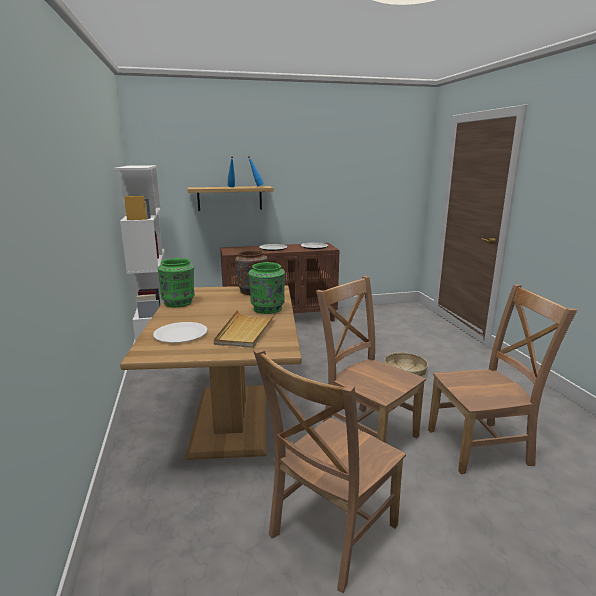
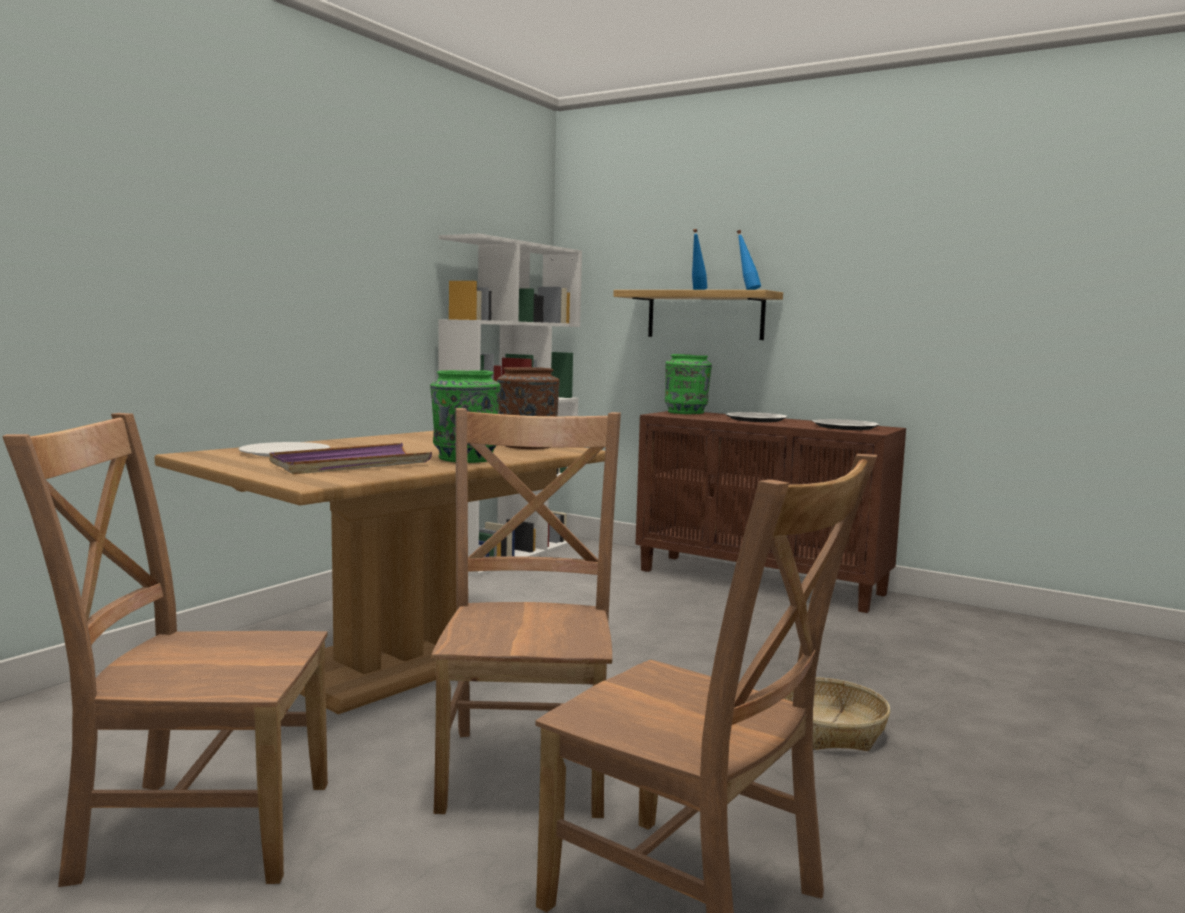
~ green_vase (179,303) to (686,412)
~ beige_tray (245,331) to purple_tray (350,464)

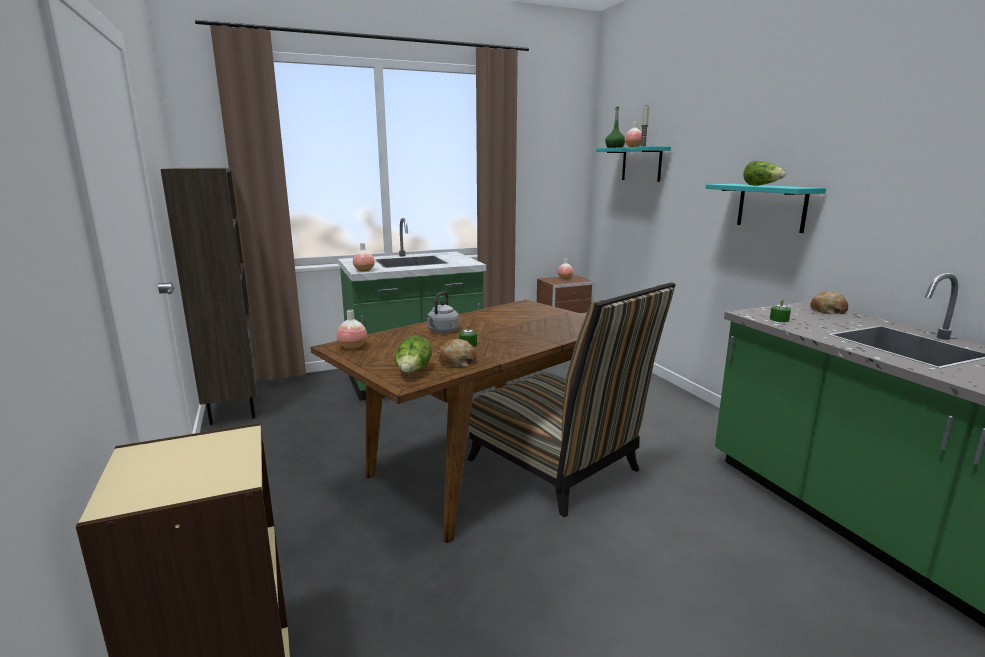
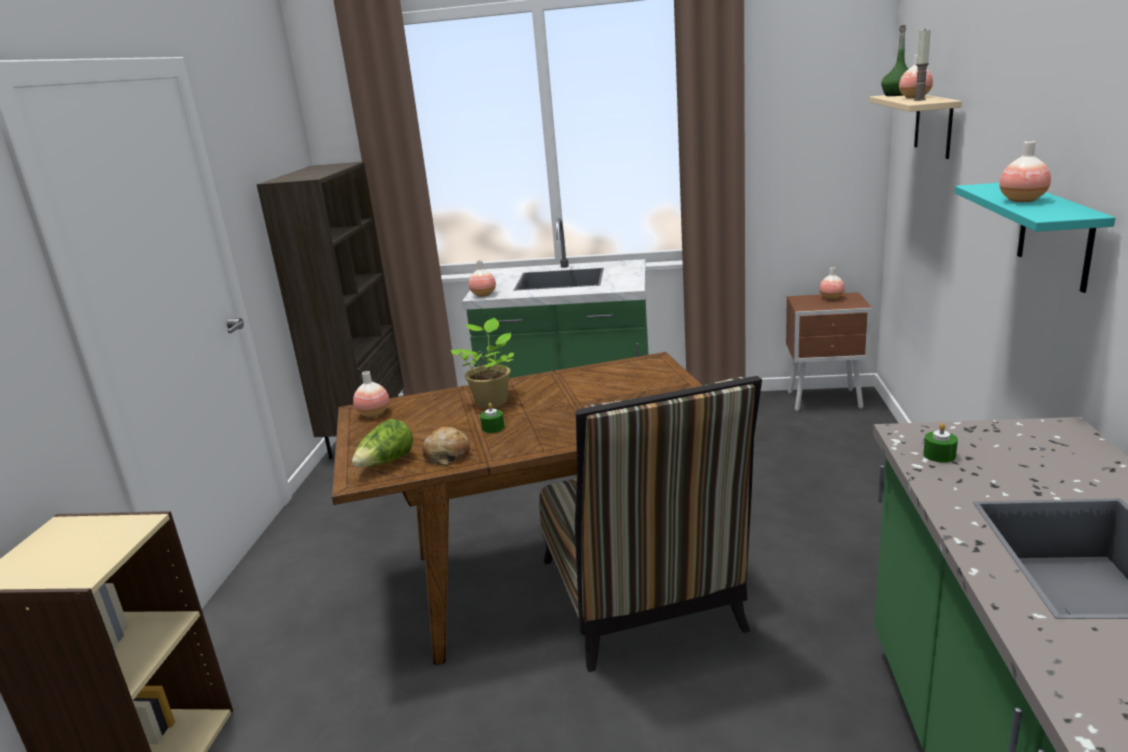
- bread (827,310)
~ grey_kettle (442,331) to potted_plant (492,401)
~ lettuce (762,185) to vase (1022,200)
~ turquoise_shelf (641,164) to beige_shelf (933,124)

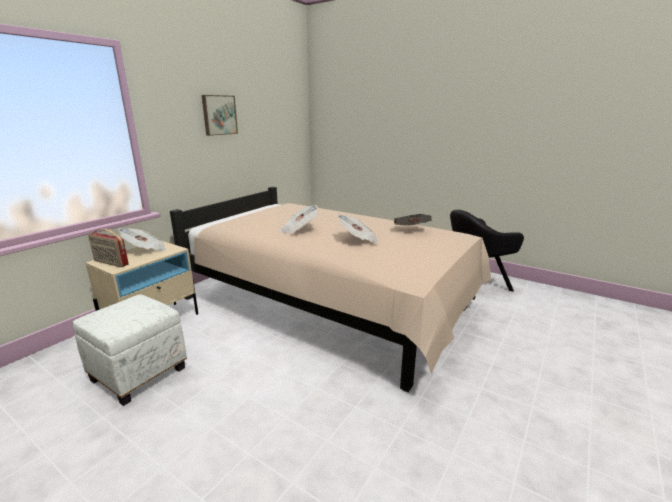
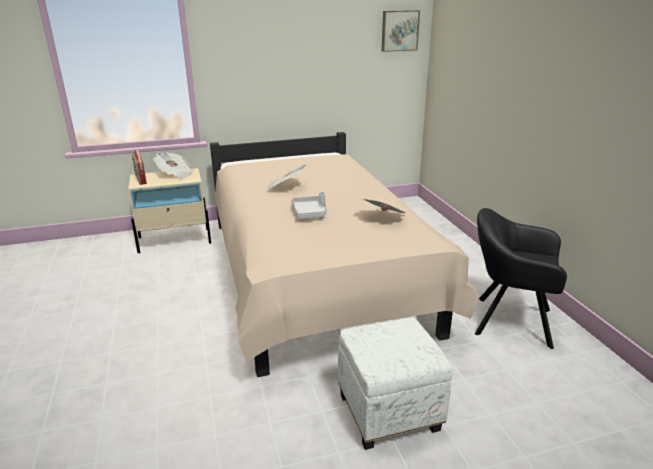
~ white_ottoman (139,373) to (389,411)
~ picture (219,115) to (399,30)
~ newspaper (359,240) to grey_tray (310,213)

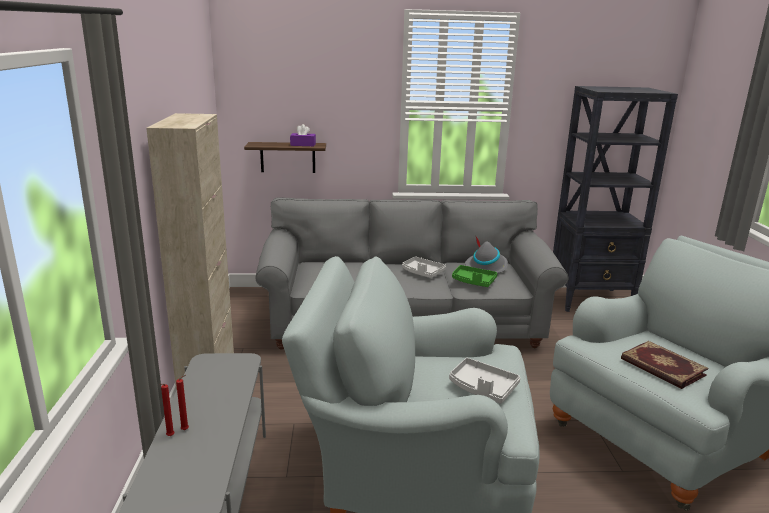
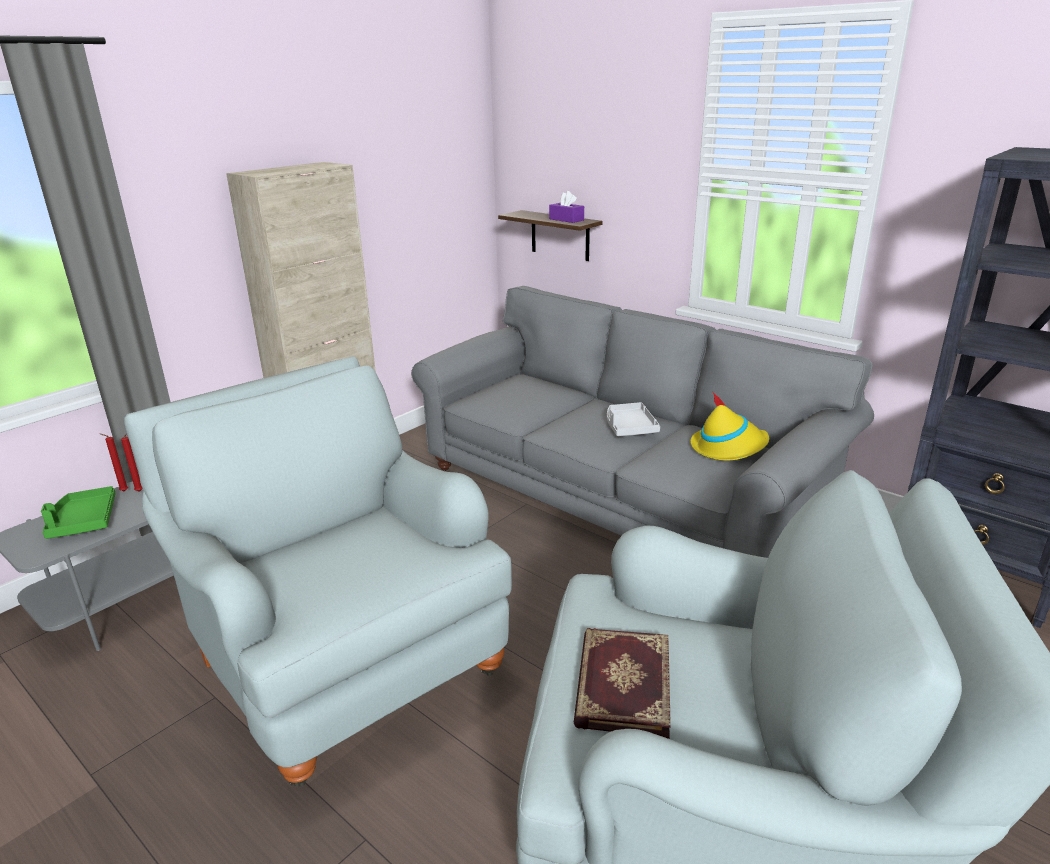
- grey_tray (482,388)
~ green_tray (473,282) to (83,521)
~ grey_hat (486,266) to yellow_hat (728,447)

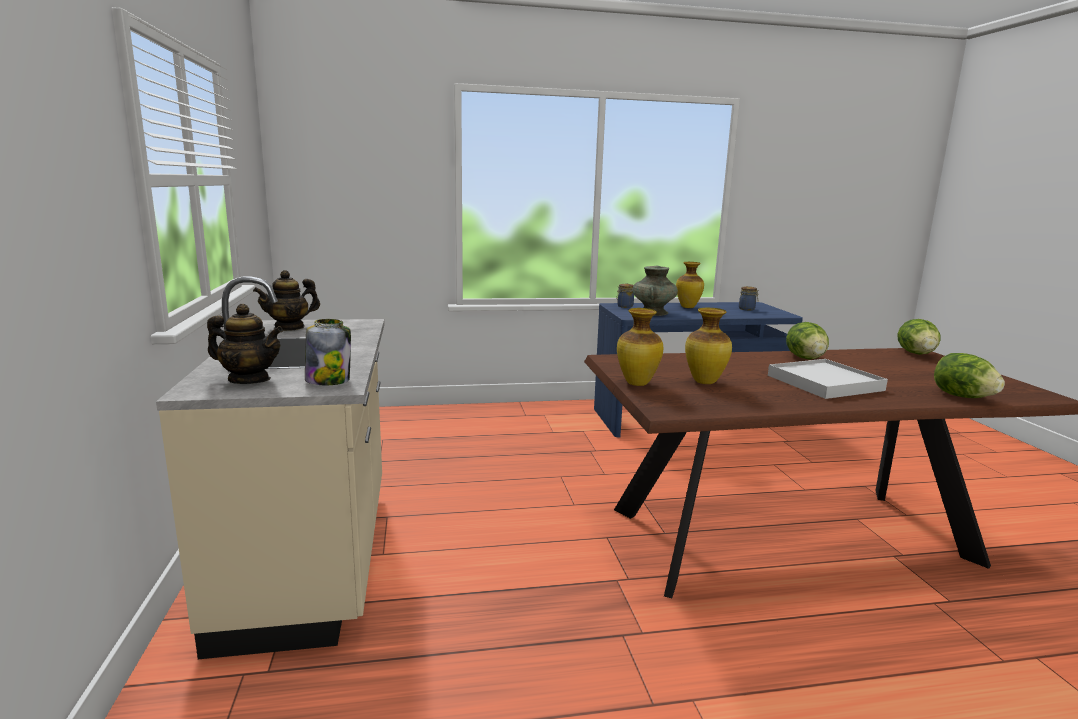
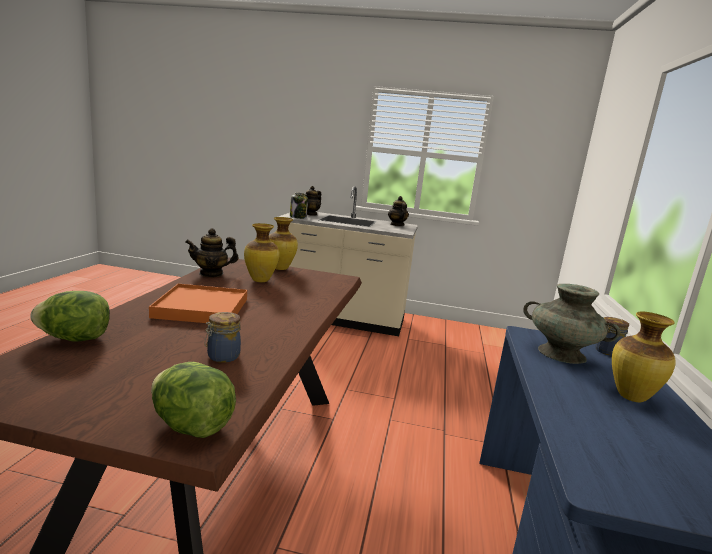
- lettuce (805,358)
+ teapot (211,274)
~ jar (747,309) to (222,357)
~ white_tray (824,383) to orange_tray (202,308)

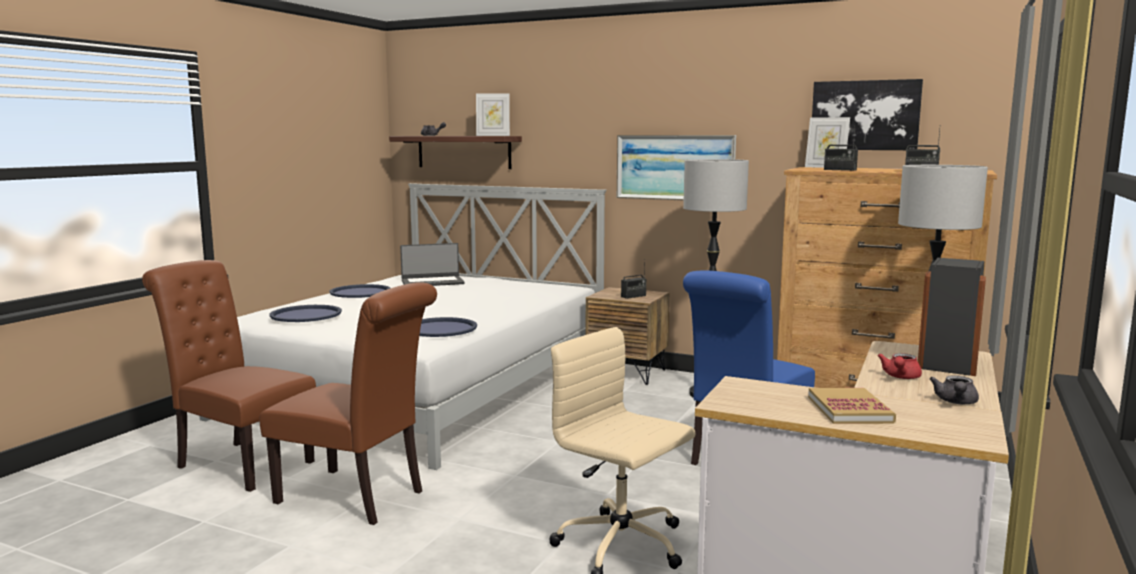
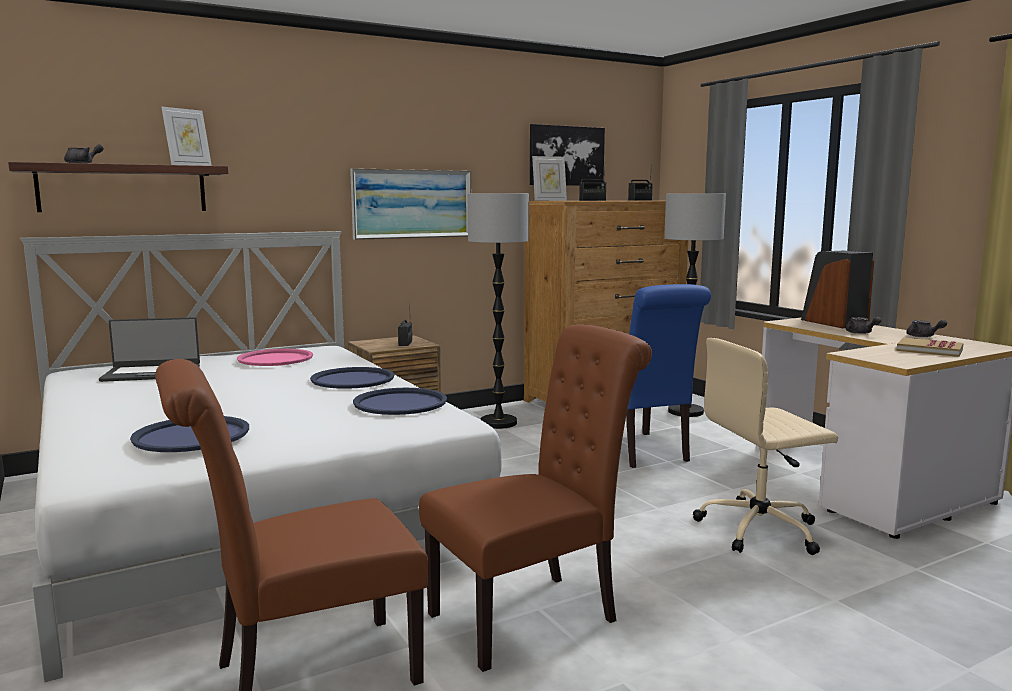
+ pink_tray (275,359)
~ blue_tray (360,292) to (352,379)
~ red_teapot (900,377) to grey_teapot (861,333)
~ laptop (432,282) = (152,373) 60 degrees clockwise

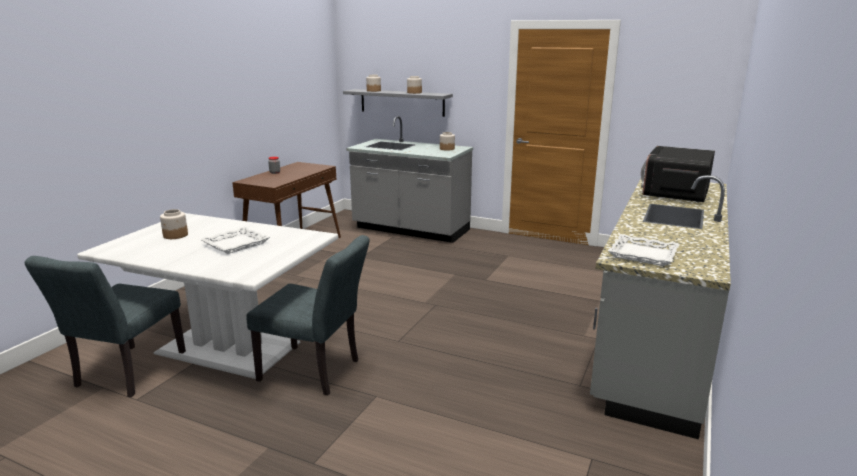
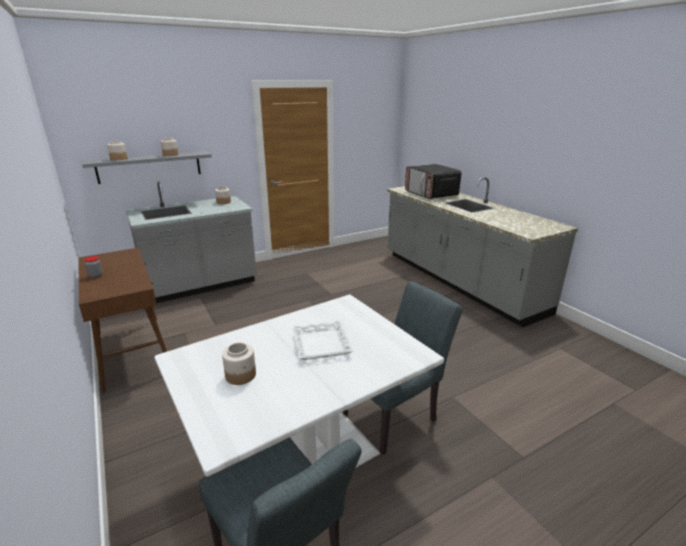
- white_tray (643,254)

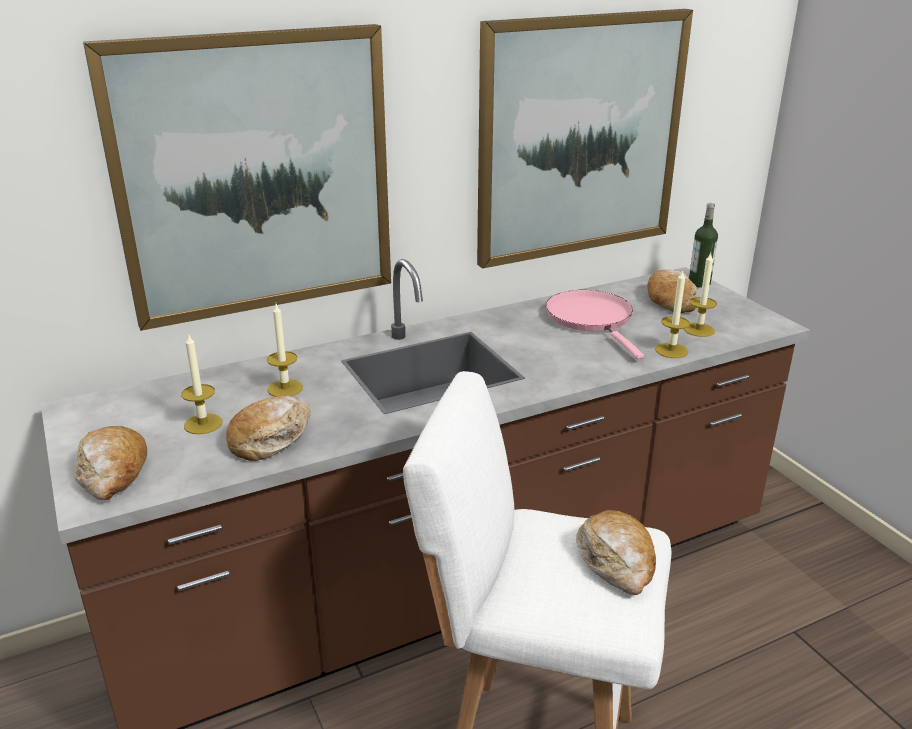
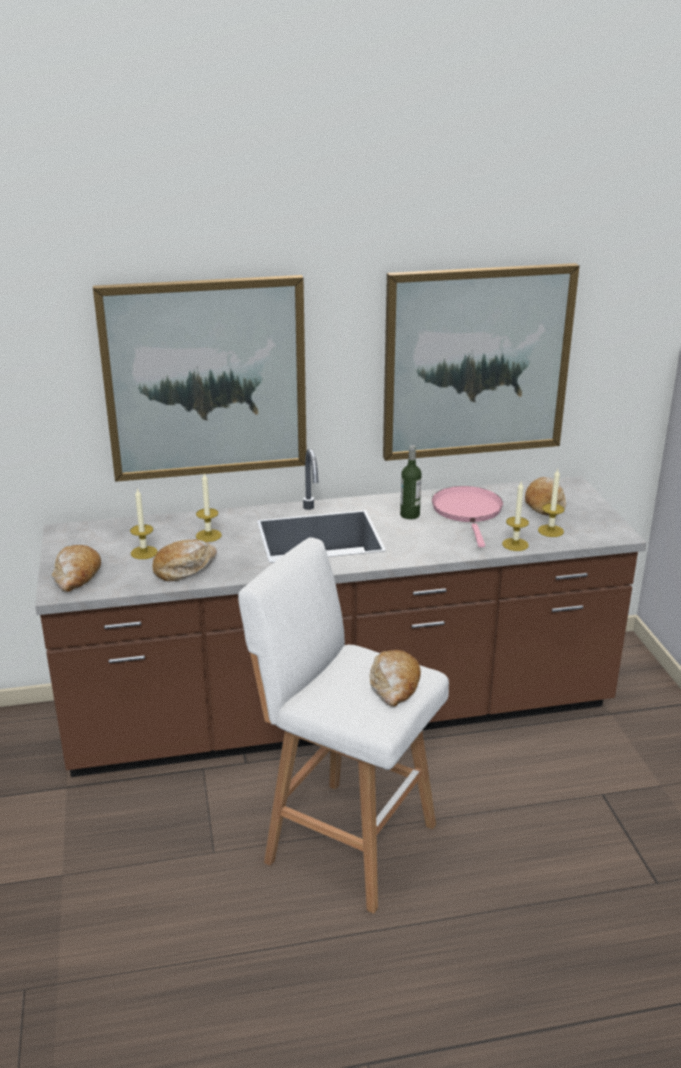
~ bottle (699,283) to (410,515)

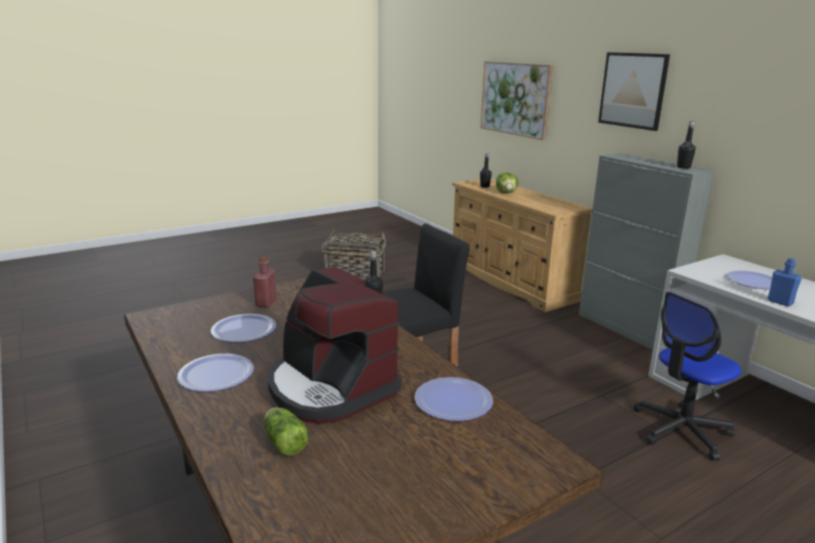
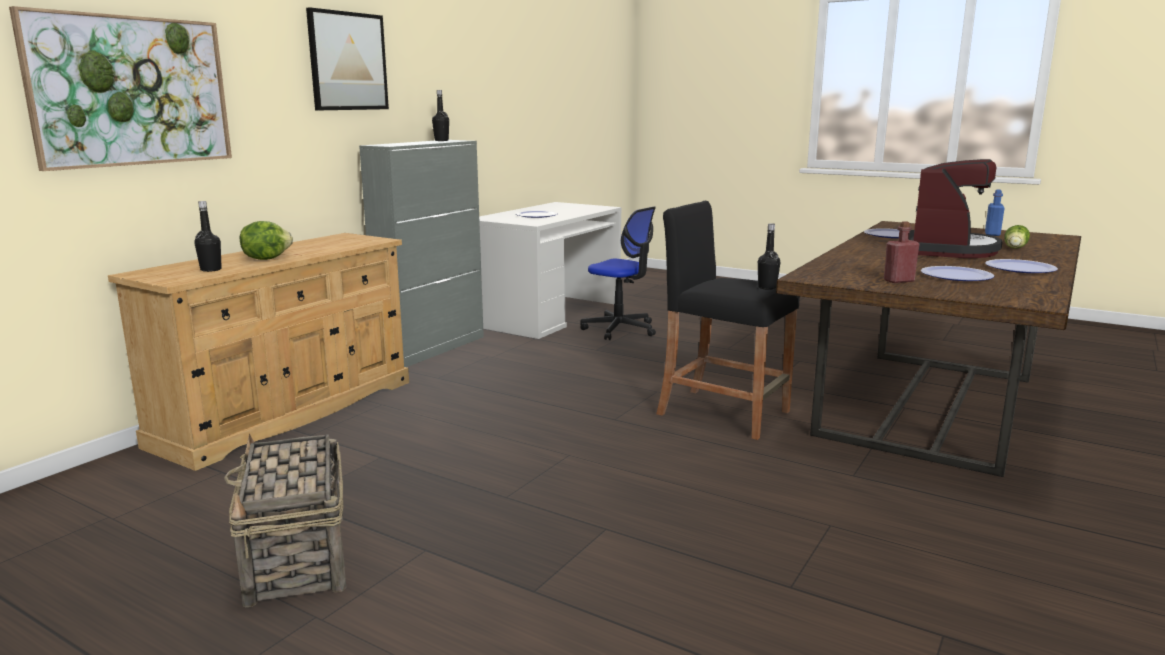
~ blue_bottle (780,302) to (992,234)

